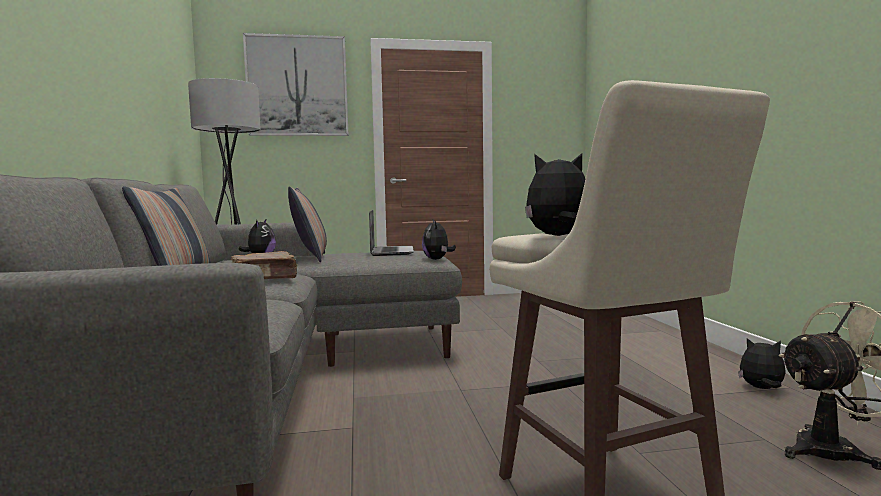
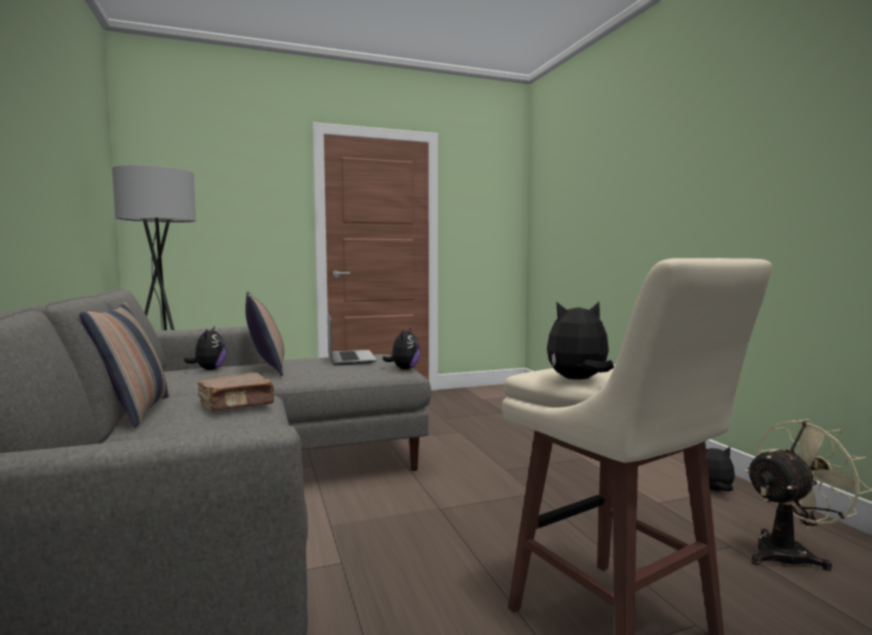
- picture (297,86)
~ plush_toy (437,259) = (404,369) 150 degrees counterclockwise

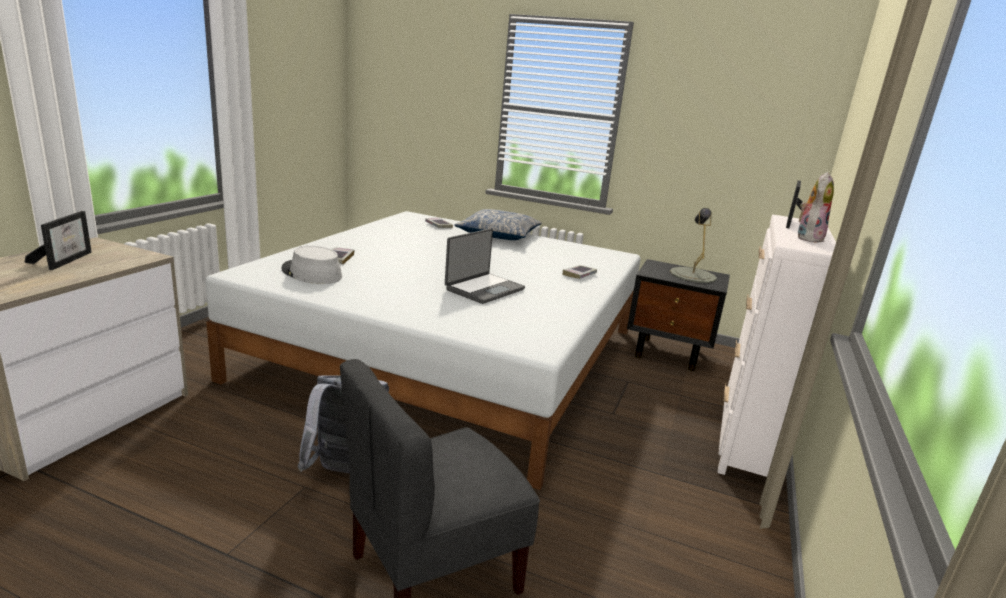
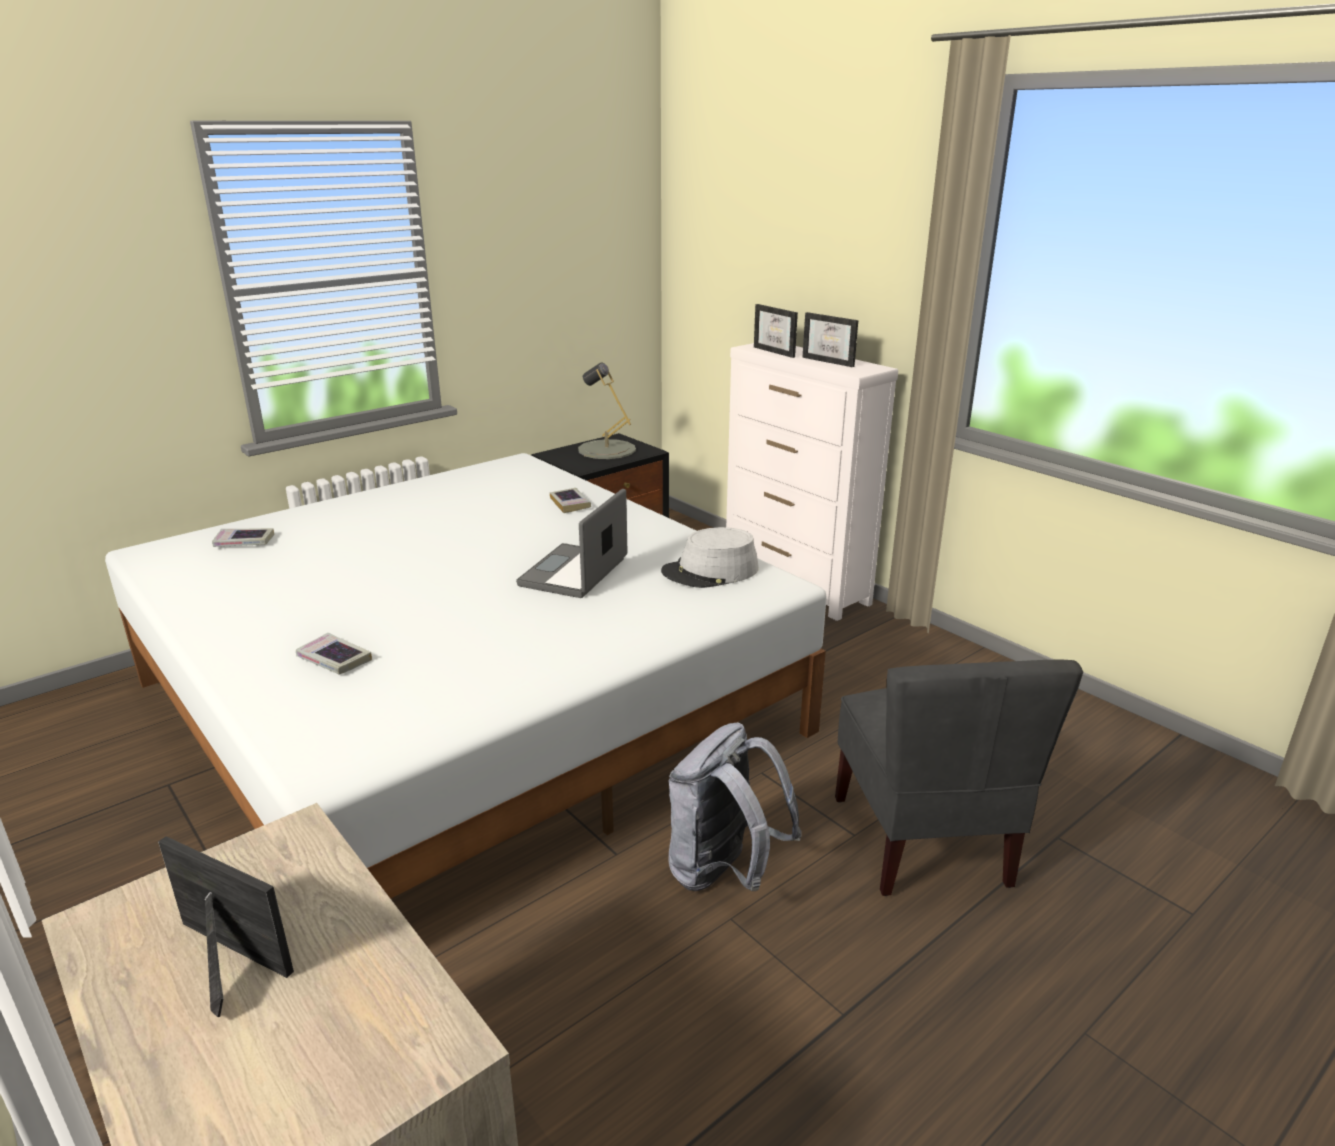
- pillow (498,235)
~ grey_hat (311,273) to (710,571)
~ plush_toy (807,238) to picture_frame (832,361)
~ laptop (484,289) = (575,573) 135 degrees counterclockwise

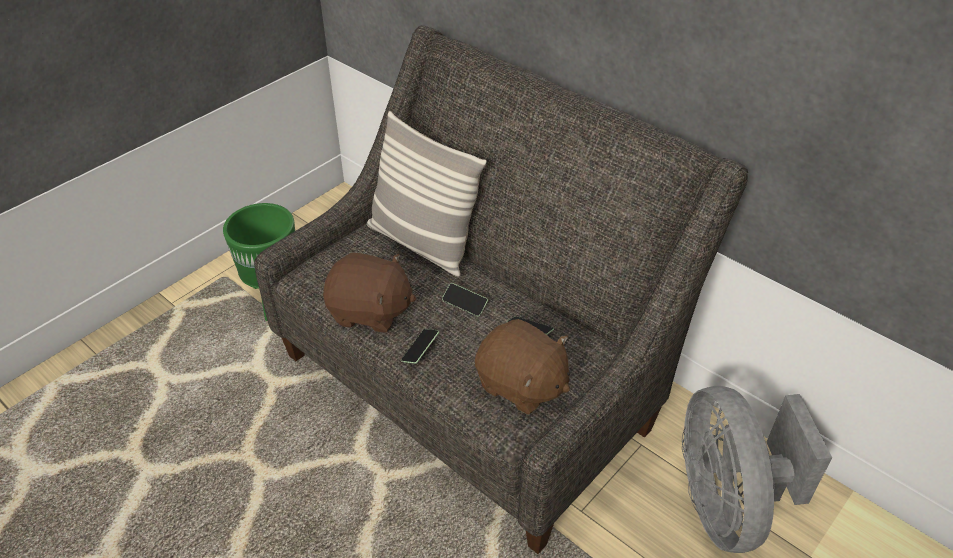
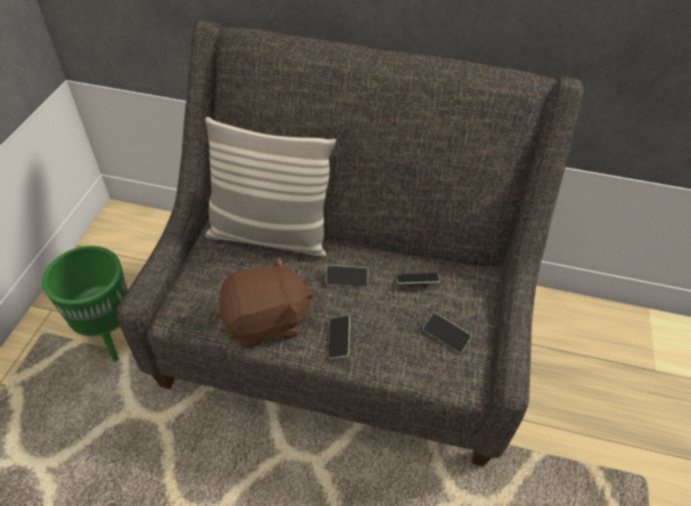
- grey_fan (727,503)
~ brown_plush_toy (521,385) to phone (446,336)

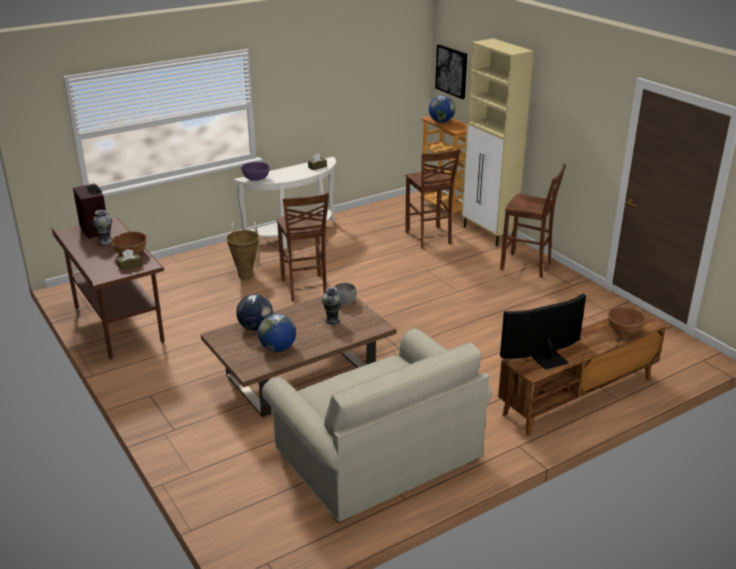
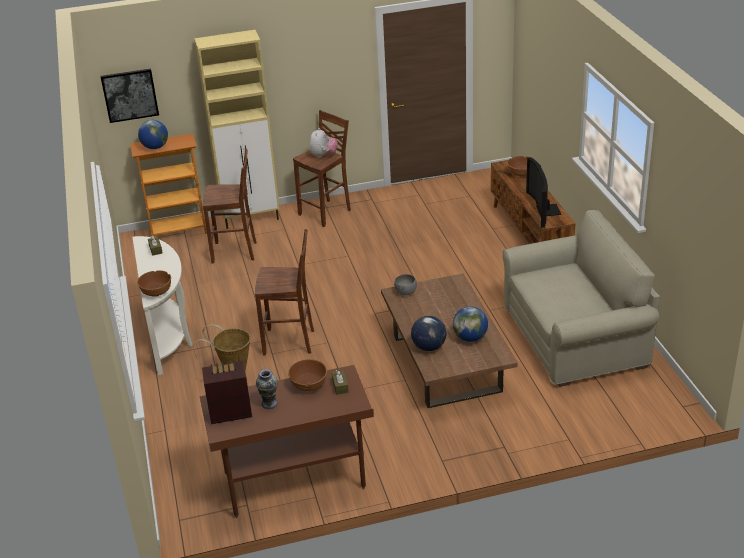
- vase (332,320)
+ plush_toy (323,155)
~ purple_bowl (256,179) to brown_bowl (156,292)

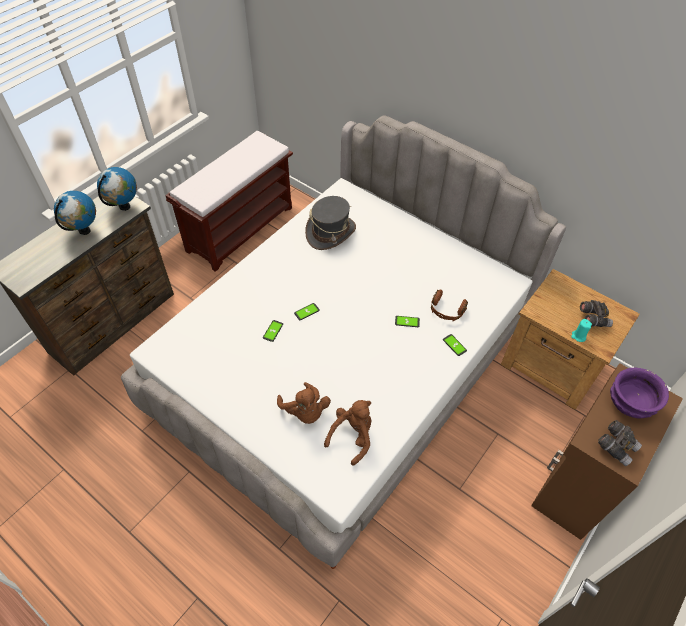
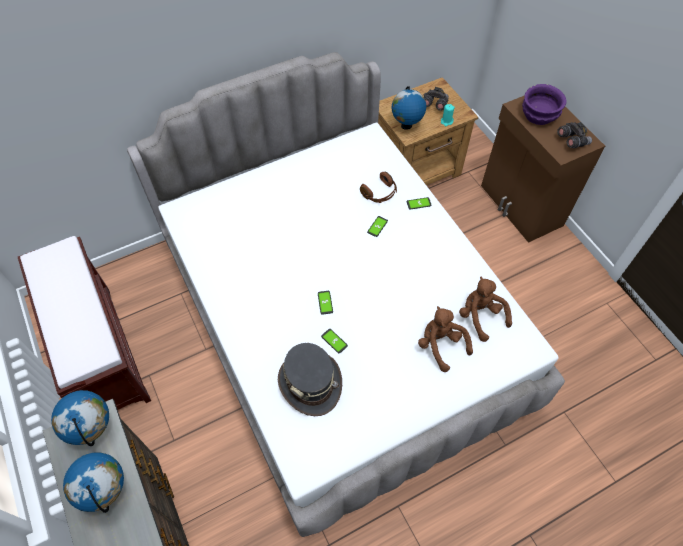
+ globe (406,126)
~ grey_hat (330,232) to (310,383)
~ brown_plush_toy (305,412) = (441,345) 120 degrees counterclockwise

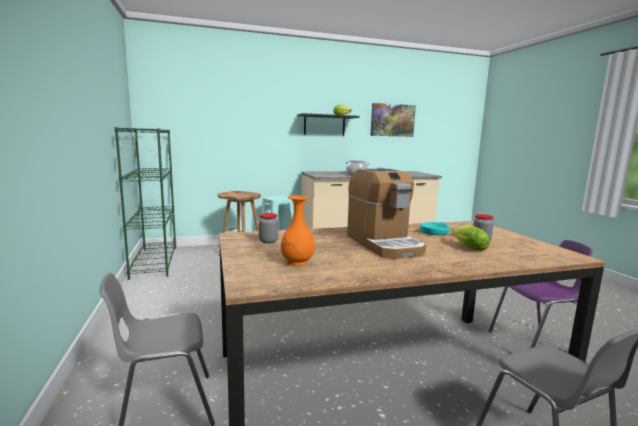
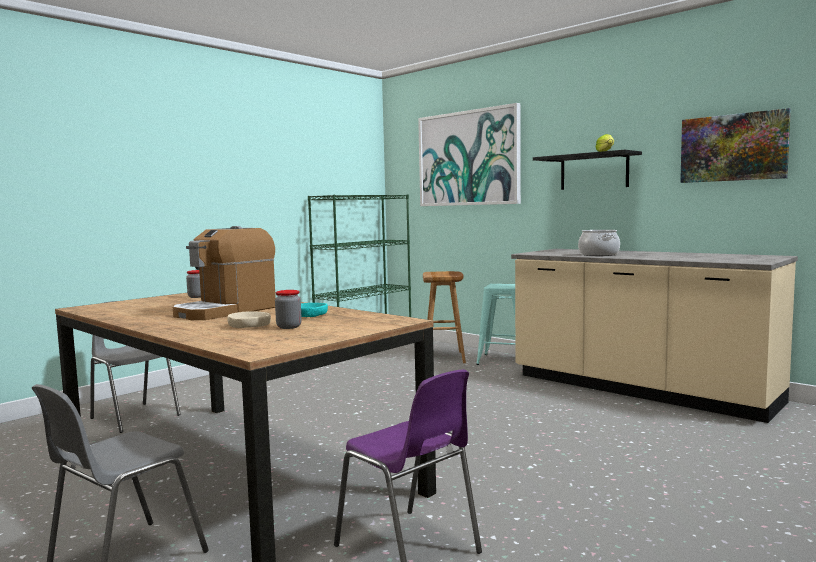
- orange_vase (297,262)
+ picture (468,158)
~ lettuce (467,247) to beige_bowl (249,325)

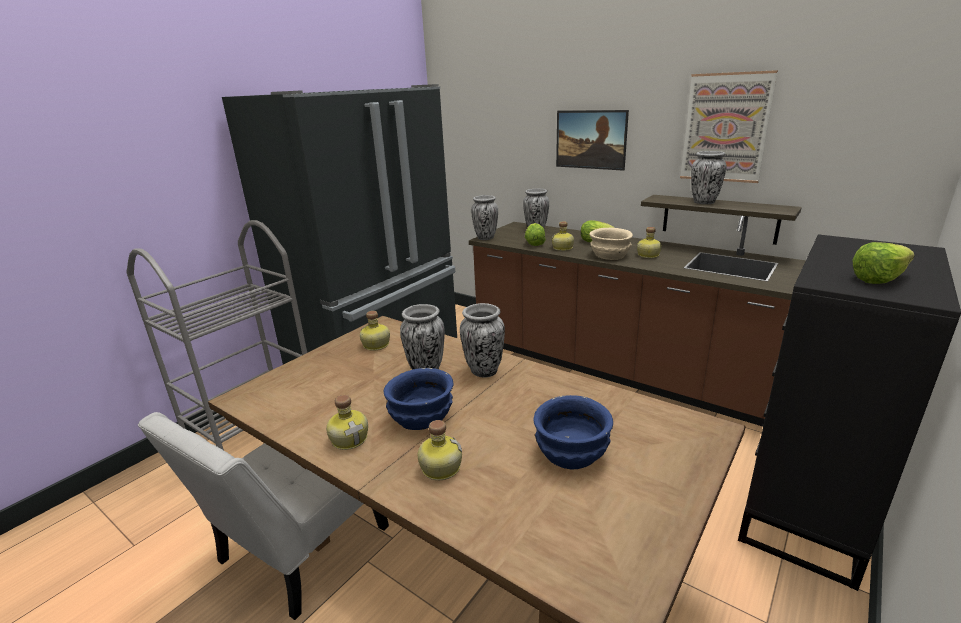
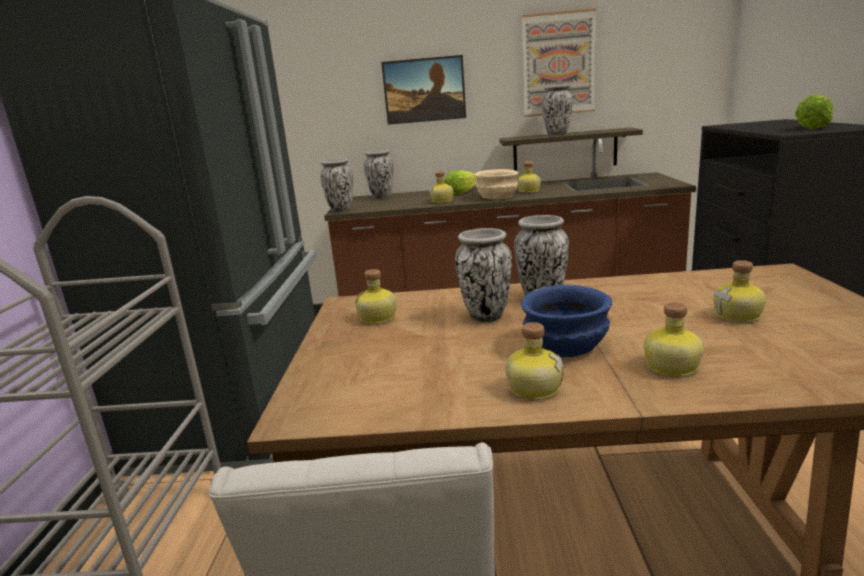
- lettuce (534,244)
~ blue_bowl (571,453) to bottle (739,316)

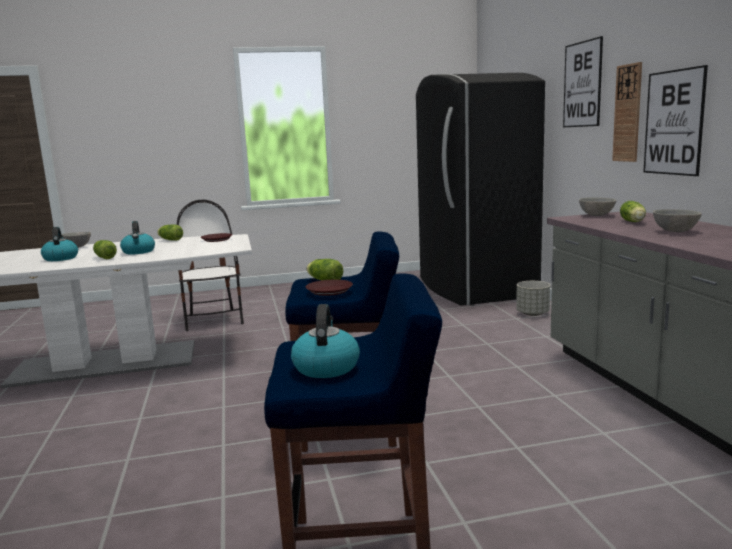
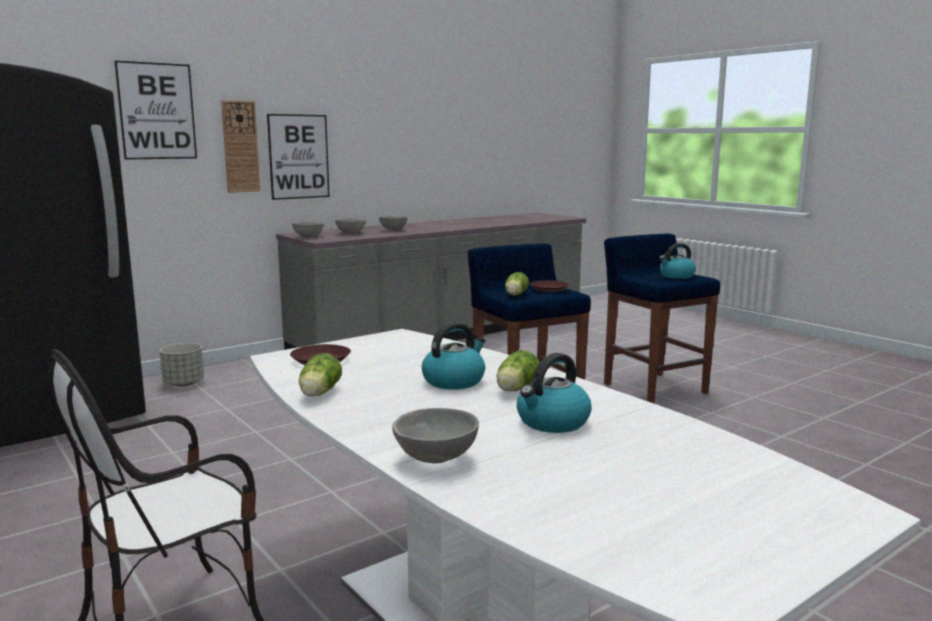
~ lettuce (633,222) to grey_bowl (350,233)

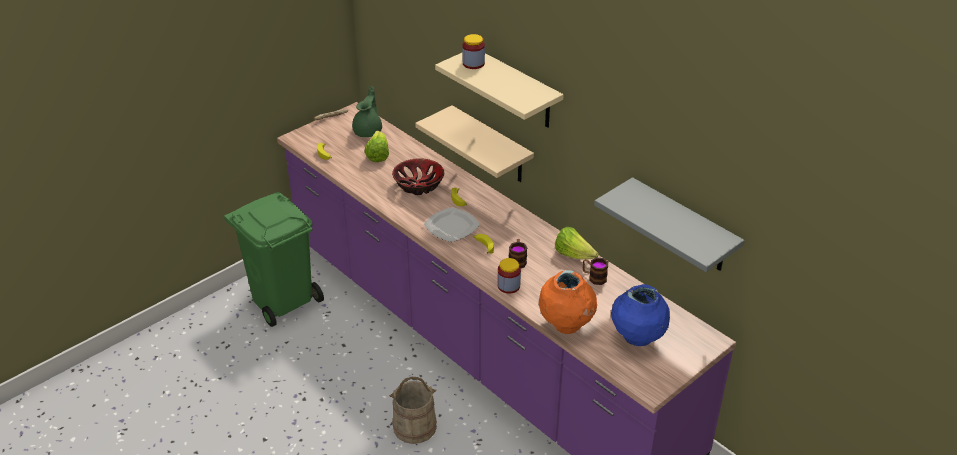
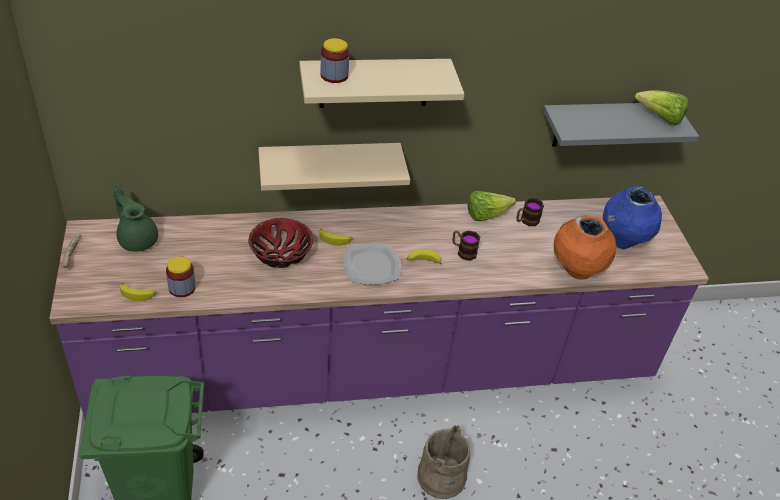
~ lettuce (378,155) to (660,118)
~ jar (508,286) to (182,288)

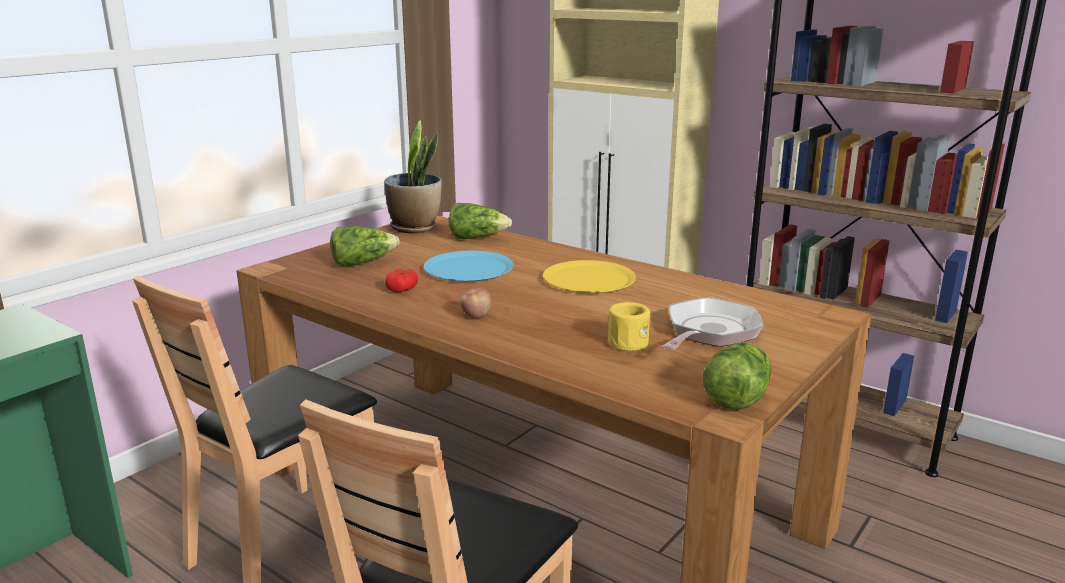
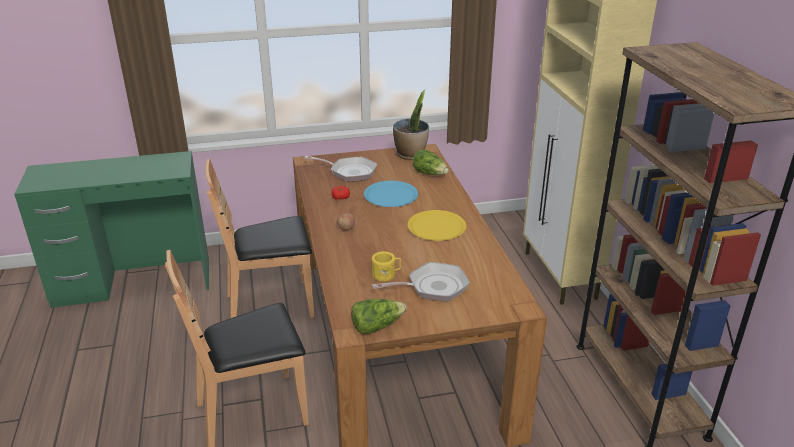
~ lettuce (362,262) to frying_pan (349,172)

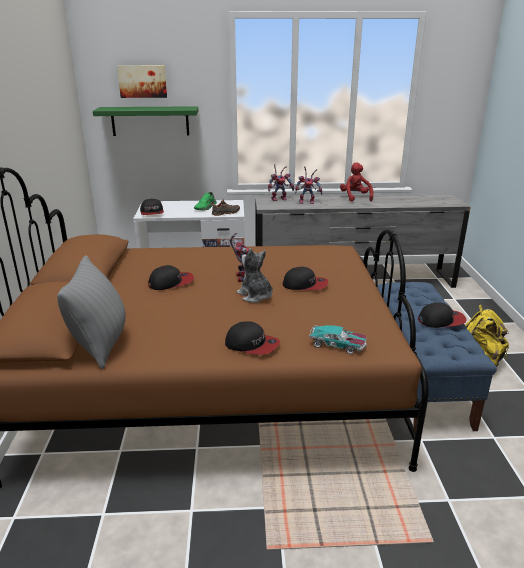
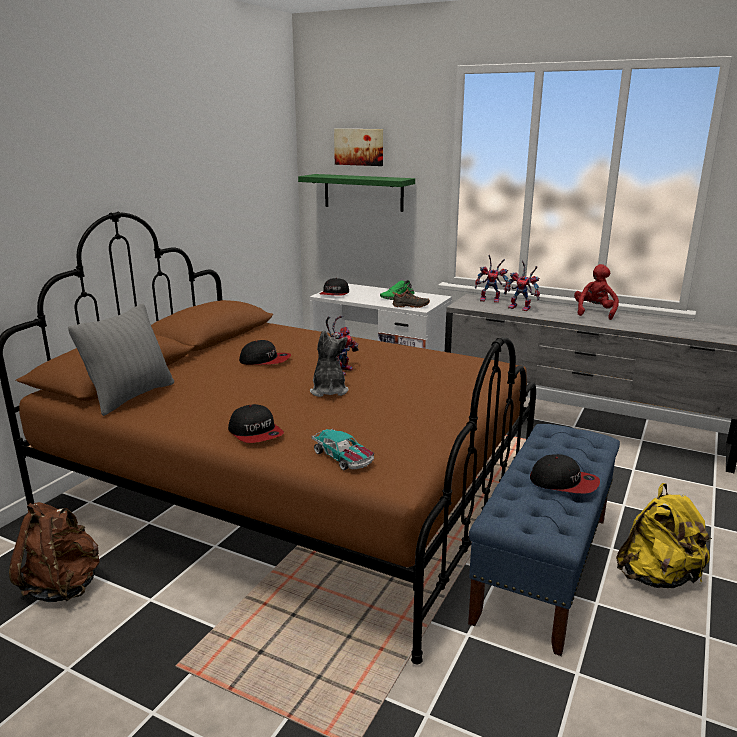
- cap (305,285)
+ brown_backpack (63,586)

